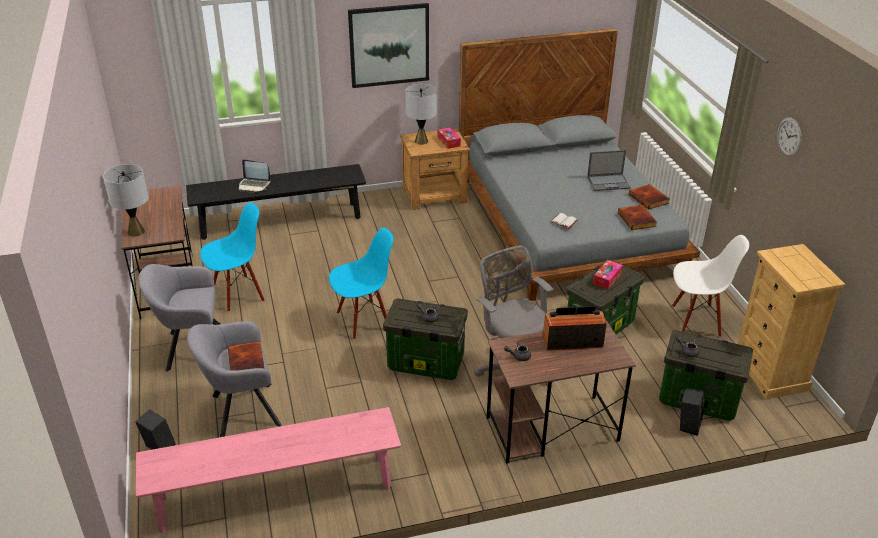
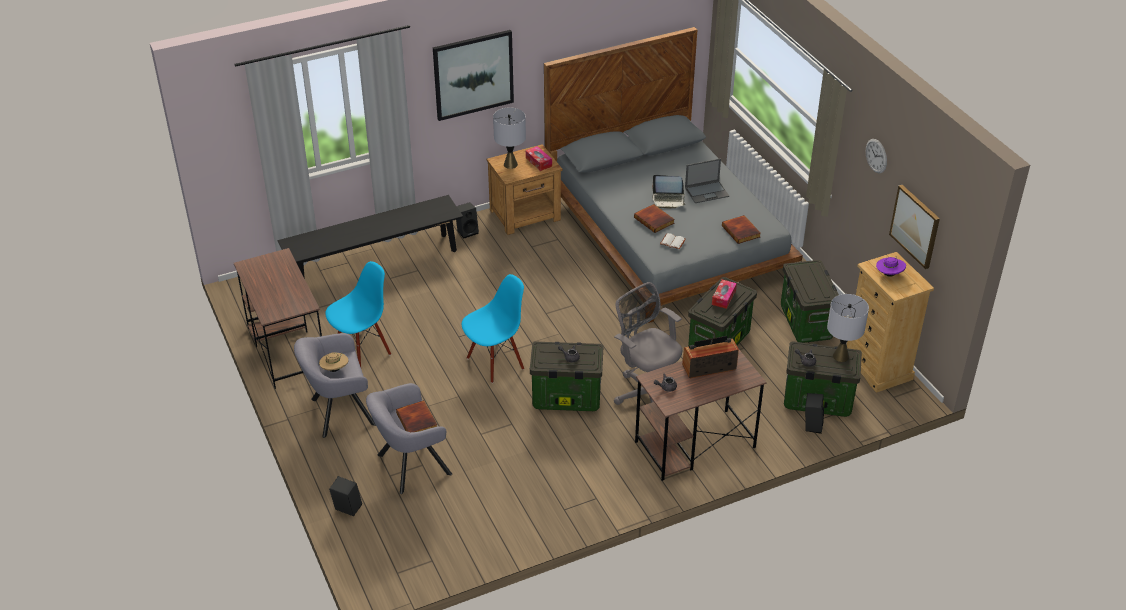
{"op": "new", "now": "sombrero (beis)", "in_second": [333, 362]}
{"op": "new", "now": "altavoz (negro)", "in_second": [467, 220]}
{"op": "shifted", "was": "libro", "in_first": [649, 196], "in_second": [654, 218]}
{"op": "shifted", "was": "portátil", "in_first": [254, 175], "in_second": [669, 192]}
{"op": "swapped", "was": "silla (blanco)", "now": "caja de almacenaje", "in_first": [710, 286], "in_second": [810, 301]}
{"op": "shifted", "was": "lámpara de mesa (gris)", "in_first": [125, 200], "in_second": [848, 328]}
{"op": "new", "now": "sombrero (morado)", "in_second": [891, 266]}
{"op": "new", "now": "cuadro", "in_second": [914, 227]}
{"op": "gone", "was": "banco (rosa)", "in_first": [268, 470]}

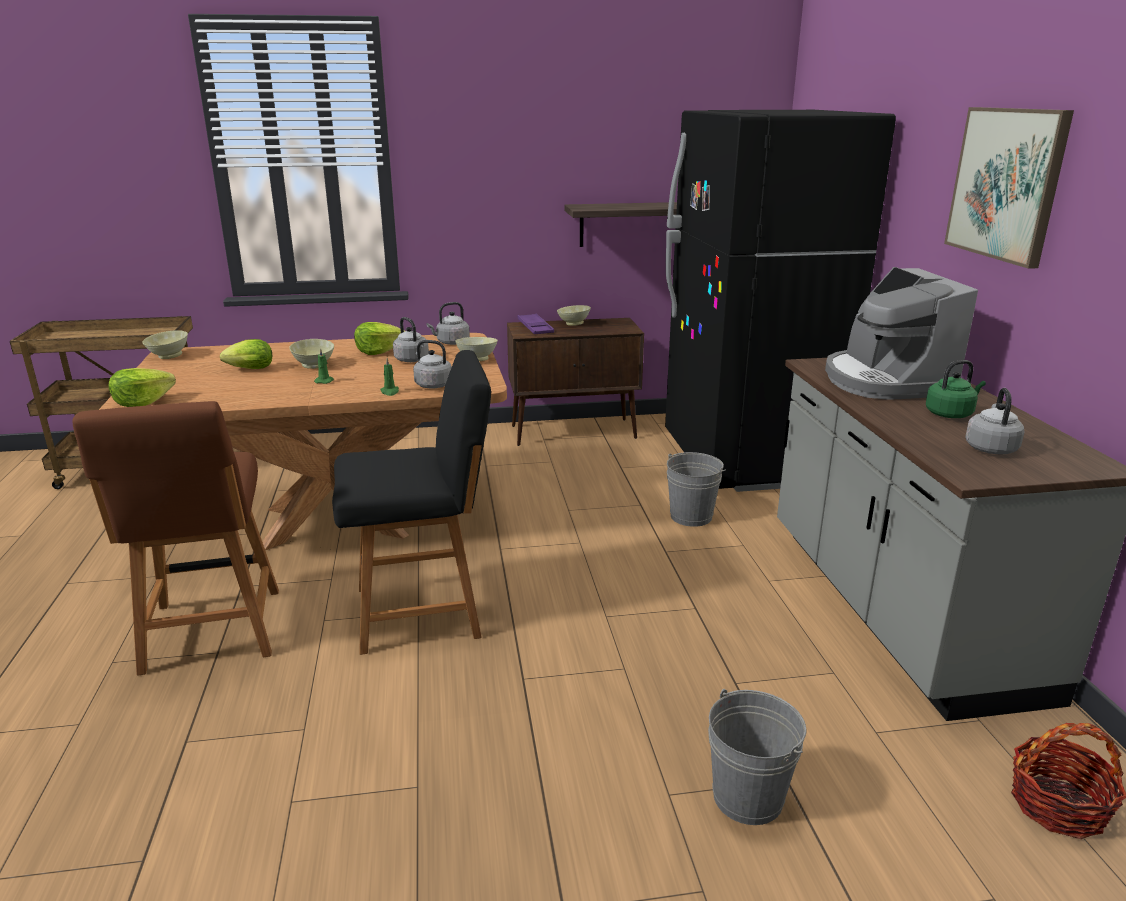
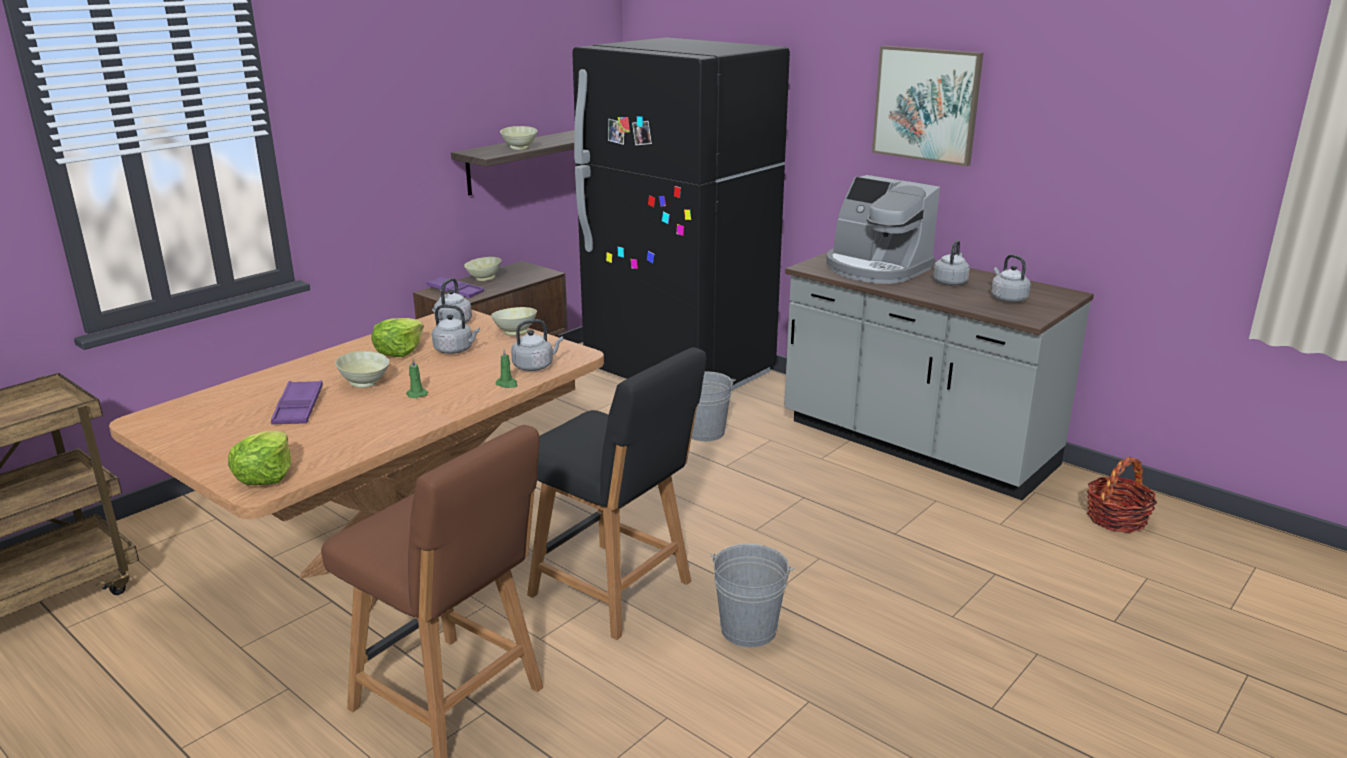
{"op": "swapped", "was": "lechuga", "now": "bandeja (morado)", "in_first": [246, 354], "in_second": [297, 402]}
{"op": "shifted", "was": "cuenco (beis)", "in_first": [165, 344], "in_second": [518, 138]}
{"op": "rotated", "was": "silla (negro)", "in_first": [411, 502], "in_second": [616, 493], "clockwise": 90}
{"op": "shifted", "was": "cubo (gris)", "in_first": [757, 757], "in_second": [753, 595]}
{"op": "repainted", "was": "hervidor (verde)", "now": "hervidor (gris)", "in_first": [956, 389], "in_second": [951, 263]}

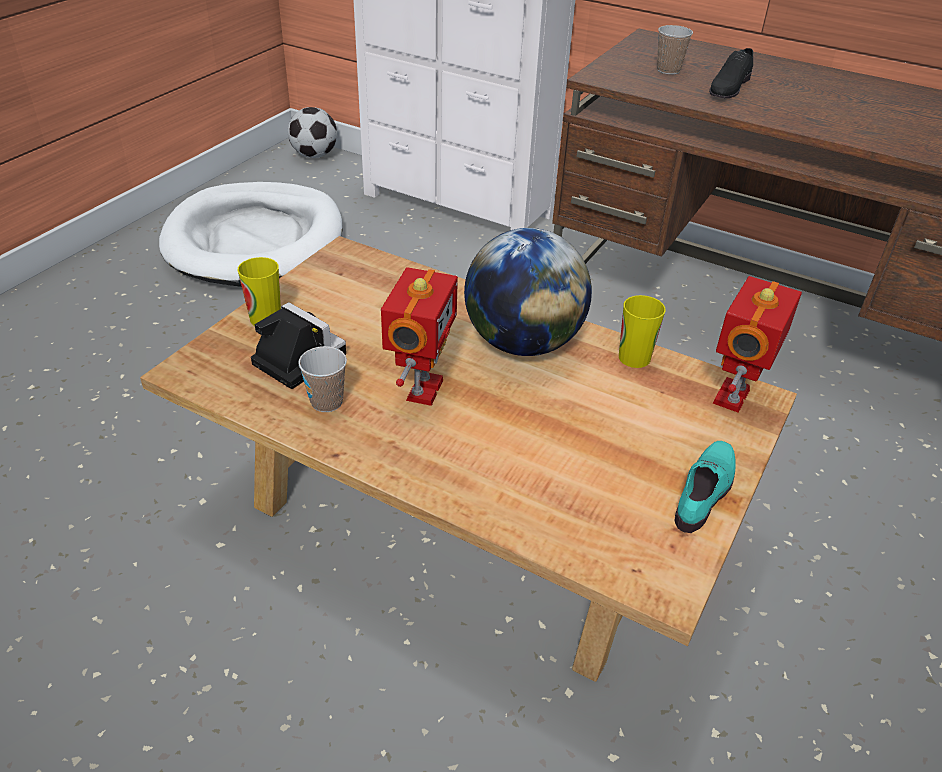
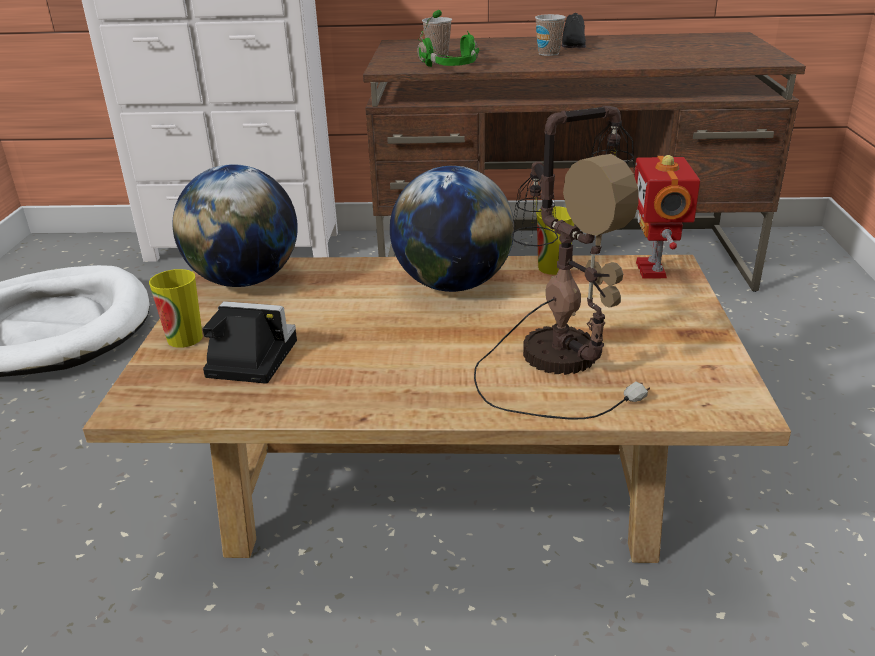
{"op": "new", "now": "globo terráqueo", "in_second": [235, 225]}
{"op": "new", "now": "auriculares (verde)", "in_second": [448, 38]}
{"op": "new", "now": "lámpara de mesa", "in_second": [562, 263]}
{"op": "shifted", "was": "taza", "in_first": [322, 379], "in_second": [550, 35]}
{"op": "shifted", "was": "zapato (negro)", "in_first": [731, 73], "in_second": [574, 30]}
{"op": "gone", "was": "balón de fútbol", "in_first": [312, 132]}
{"op": "gone", "was": "robot de juguete", "in_first": [419, 336]}
{"op": "gone", "was": "zapato (turquesa)", "in_first": [705, 487]}

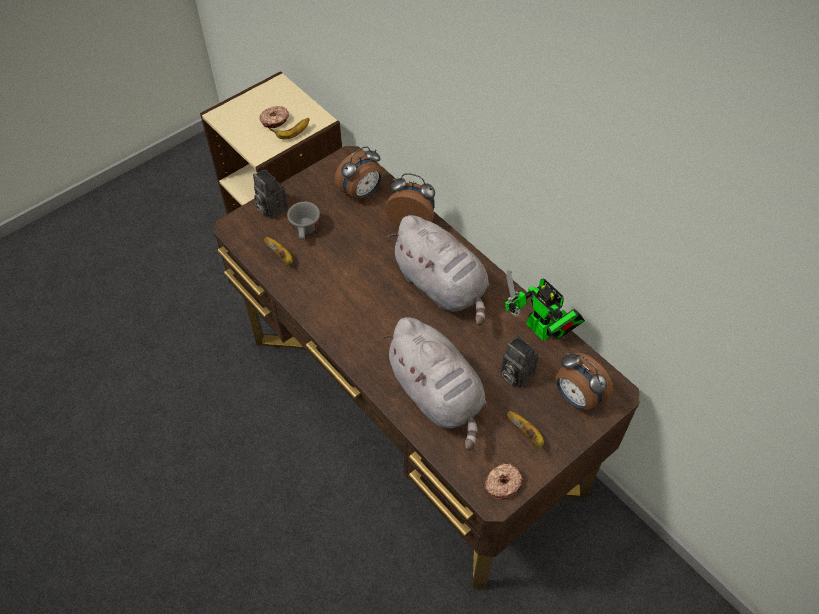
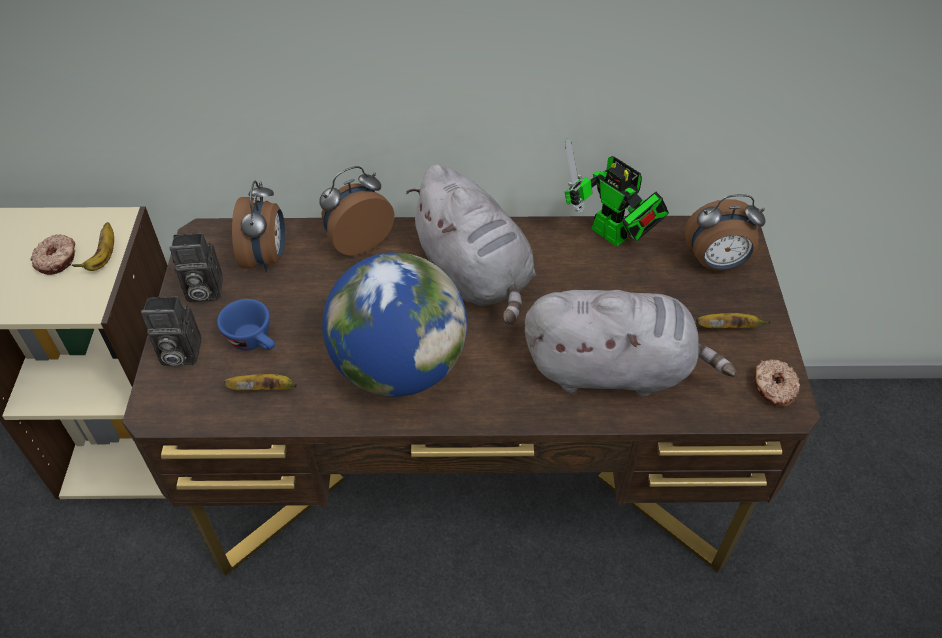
{"op": "shifted", "was": "cámara", "in_first": [519, 362], "in_second": [196, 267]}
{"op": "repainted", "was": "taza (gris)", "now": "taza (azul)", "in_first": [303, 221], "in_second": [246, 324]}
{"op": "new", "now": "globo terráqueo", "in_second": [394, 324]}
{"op": "rotated", "was": "peluche (gris)", "in_first": [438, 270], "in_second": [471, 244], "clockwise": 60}
{"op": "rotated", "was": "robot de juguete", "in_first": [545, 305], "in_second": [617, 192], "clockwise": 45}

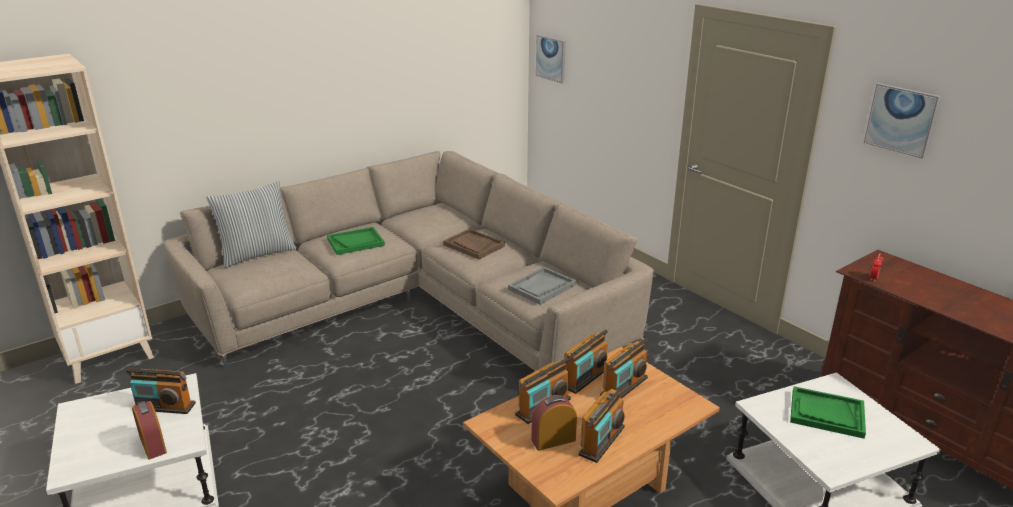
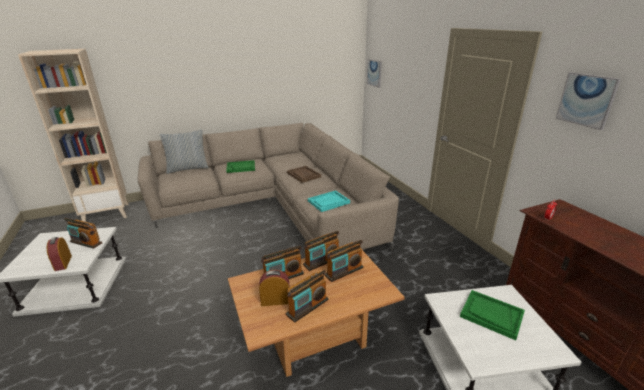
{"op": "repainted", "was": "bandeja (gris)", "now": "bandeja (turquesa)", "in_first": [542, 286], "in_second": [329, 201]}

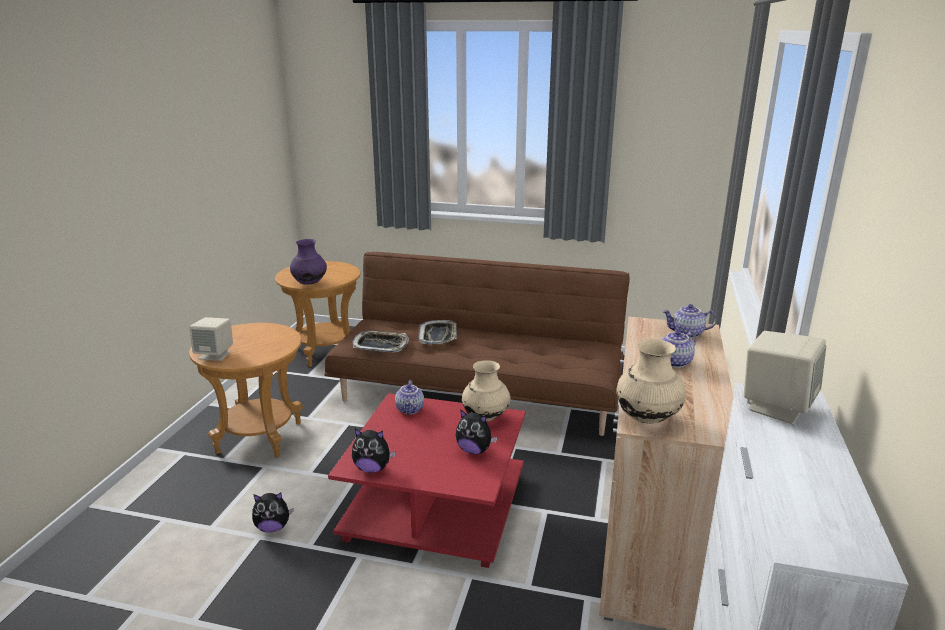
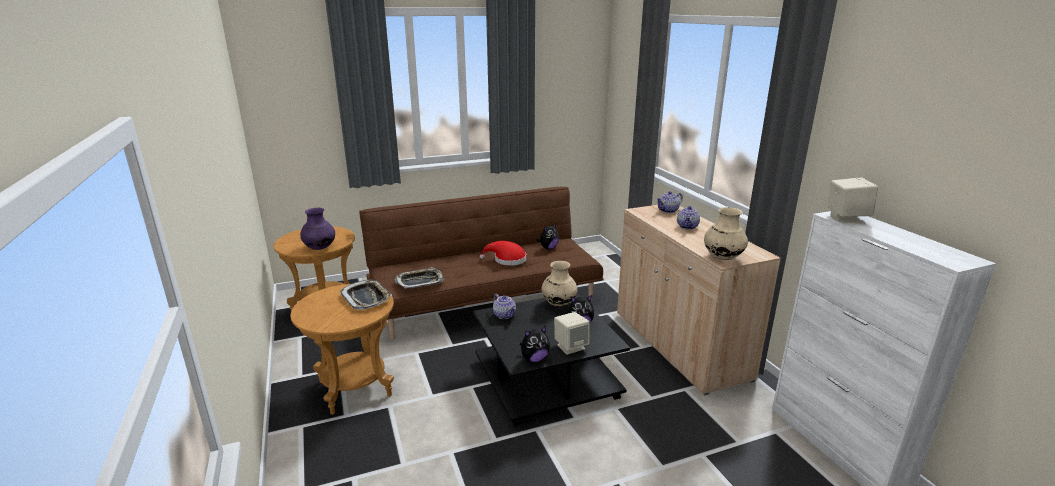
{"op": "shifted", "was": "bandeja", "in_first": [437, 332], "in_second": [366, 294]}
{"op": "repainted", "was": "mesa de centro (rojo)", "now": "mesa de centro (negro)", "in_first": [427, 480], "in_second": [551, 360]}
{"op": "new", "now": "sombrero (rojo)", "in_second": [503, 253]}
{"op": "shifted", "was": "peluche", "in_first": [272, 513], "in_second": [548, 236]}
{"op": "shifted", "was": "altavoz (beis)", "in_first": [211, 339], "in_second": [572, 333]}

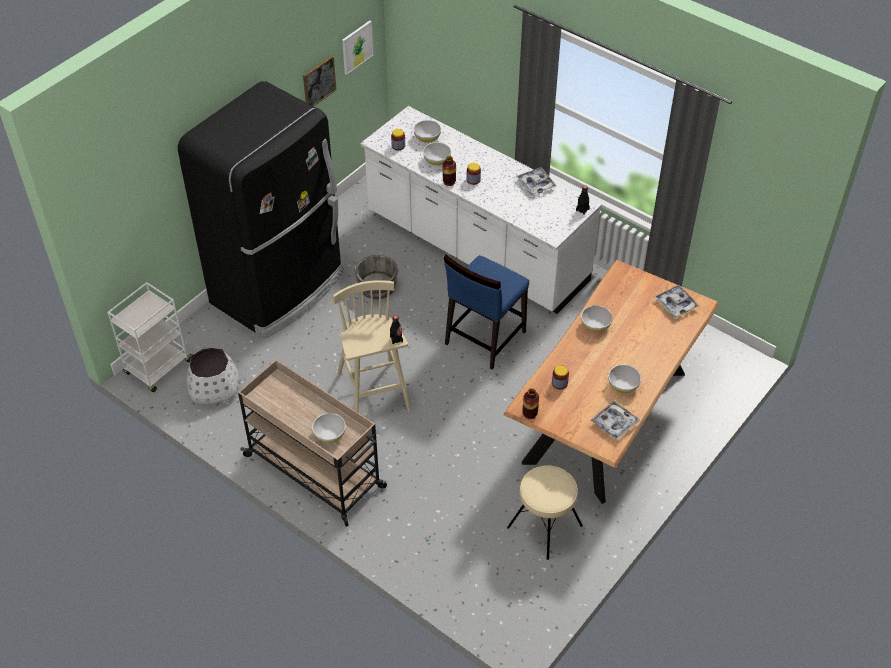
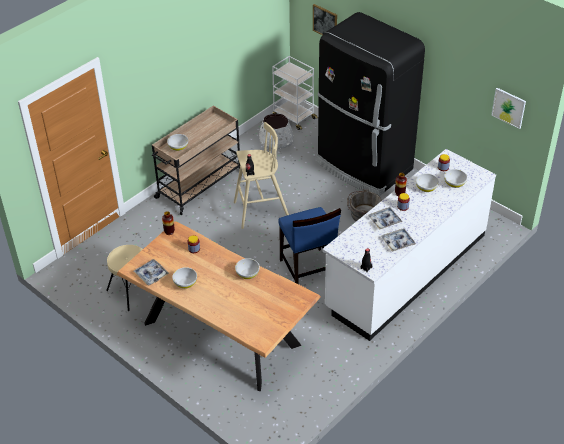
{"op": "rotated", "was": "silla (azul)", "in_first": [486, 312], "in_second": [309, 245], "clockwise": -150}
{"op": "shifted", "was": "cuadro", "in_first": [319, 80], "in_second": [325, 19]}
{"op": "shifted", "was": "bandeja", "in_first": [677, 301], "in_second": [385, 218]}

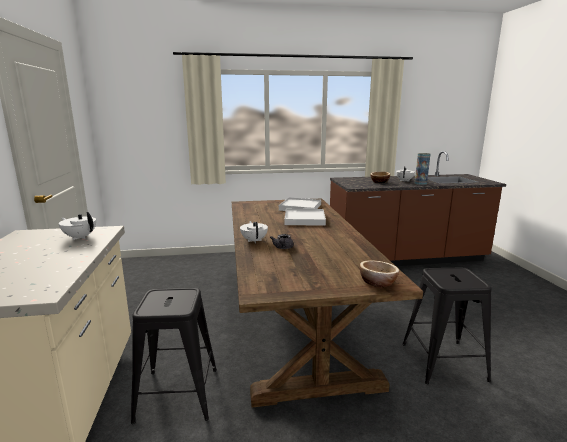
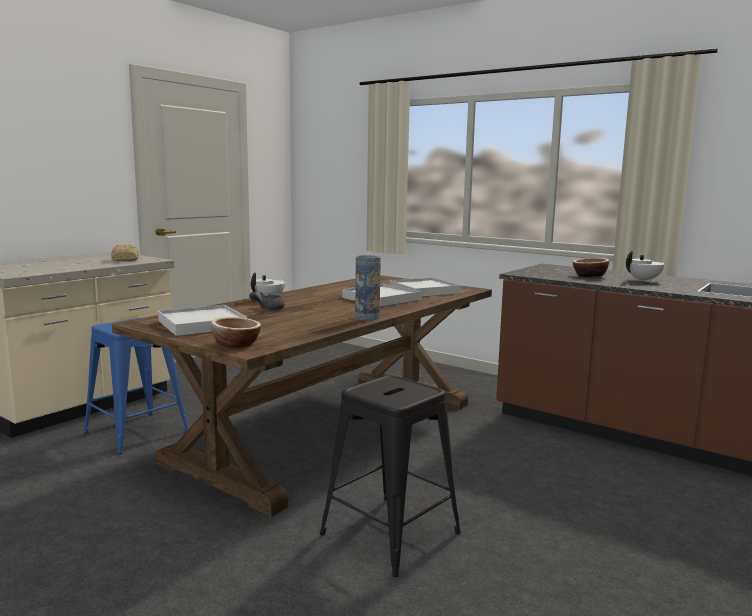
{"op": "repainted", "was": "taburete (negro)", "now": "taburete (azul)", "in_first": [174, 356], "in_second": [136, 386]}
{"op": "swapped", "was": "tetera (blanco)", "now": "pan", "in_first": [77, 226], "in_second": [125, 252]}
{"op": "new", "now": "bandeja (blanco)", "in_second": [202, 320]}
{"op": "shifted", "was": "florero", "in_first": [422, 169], "in_second": [368, 287]}

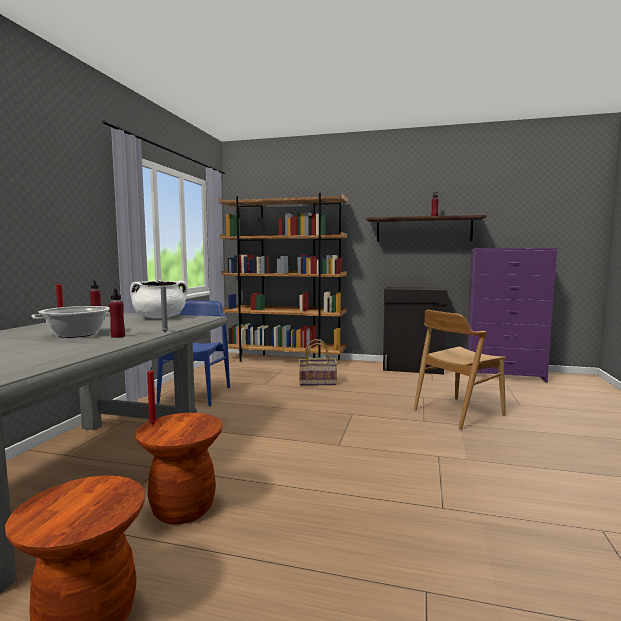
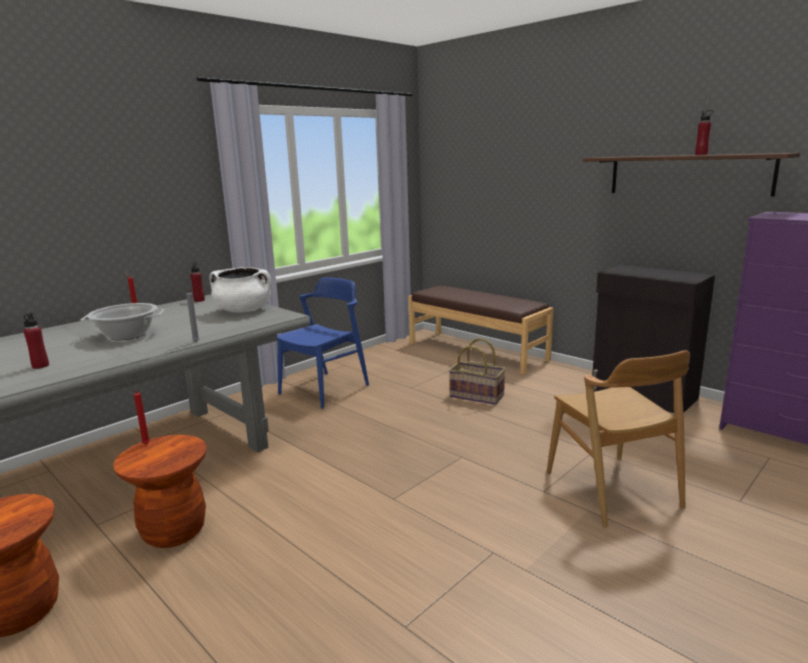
{"op": "shifted", "was": "botella (rojo)", "in_first": [117, 313], "in_second": [36, 340]}
{"op": "swapped", "was": "estantería (marrón)", "now": "banco (marrón)", "in_first": [283, 277], "in_second": [480, 330]}
{"op": "rotated", "was": "silla (marrón)", "in_first": [460, 370], "in_second": [618, 439], "clockwise": -105}

